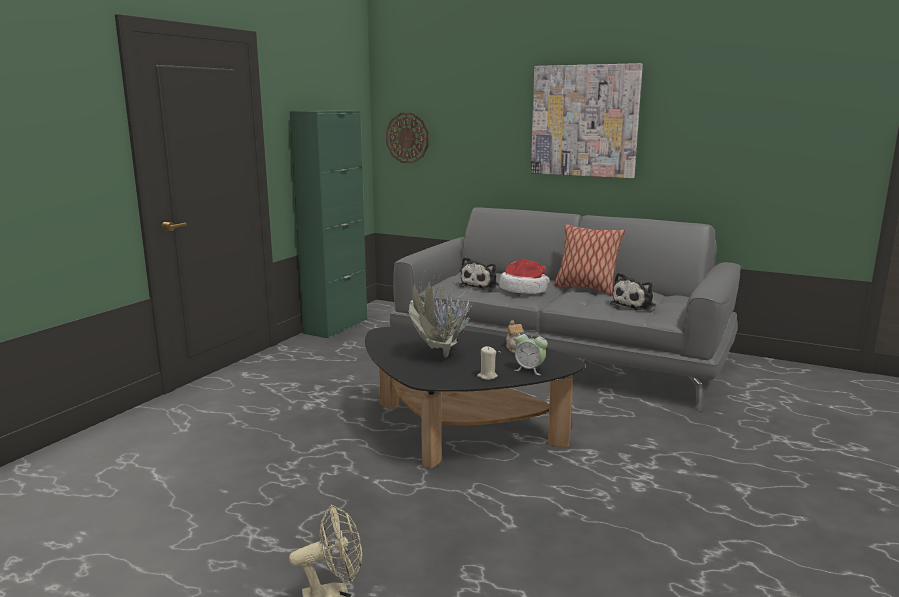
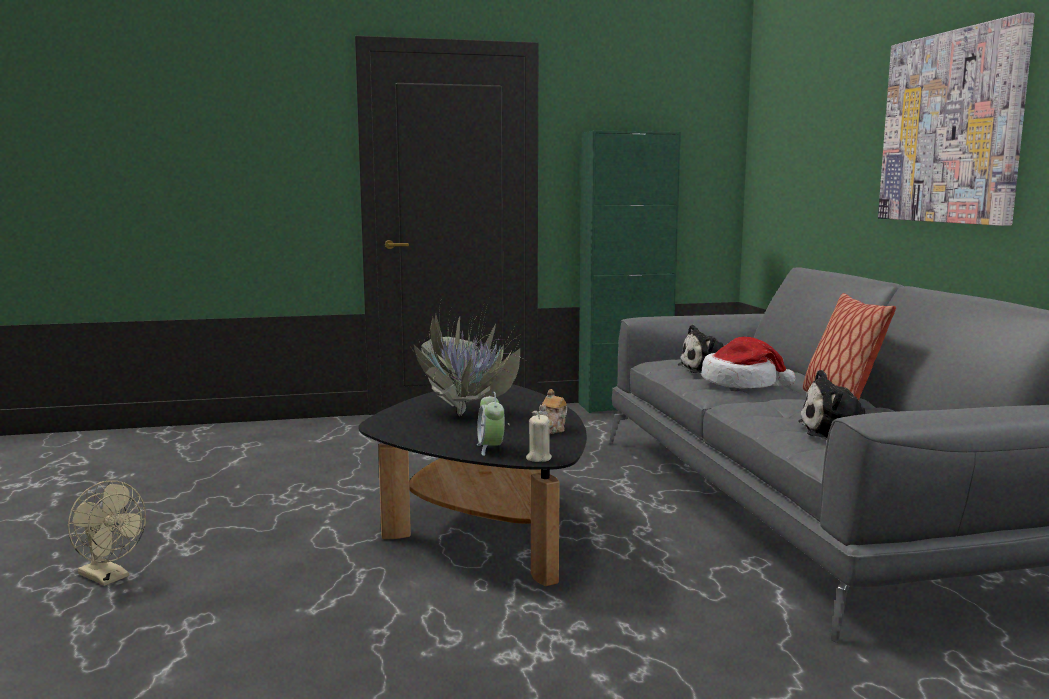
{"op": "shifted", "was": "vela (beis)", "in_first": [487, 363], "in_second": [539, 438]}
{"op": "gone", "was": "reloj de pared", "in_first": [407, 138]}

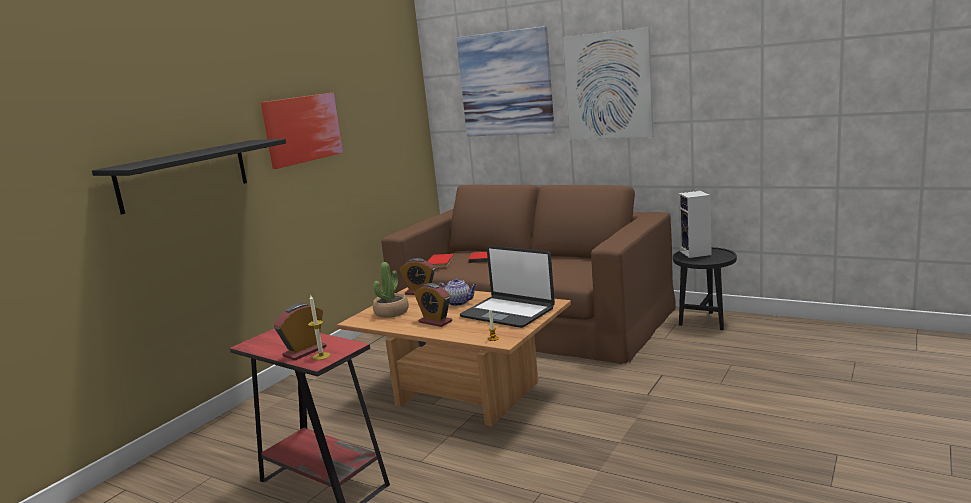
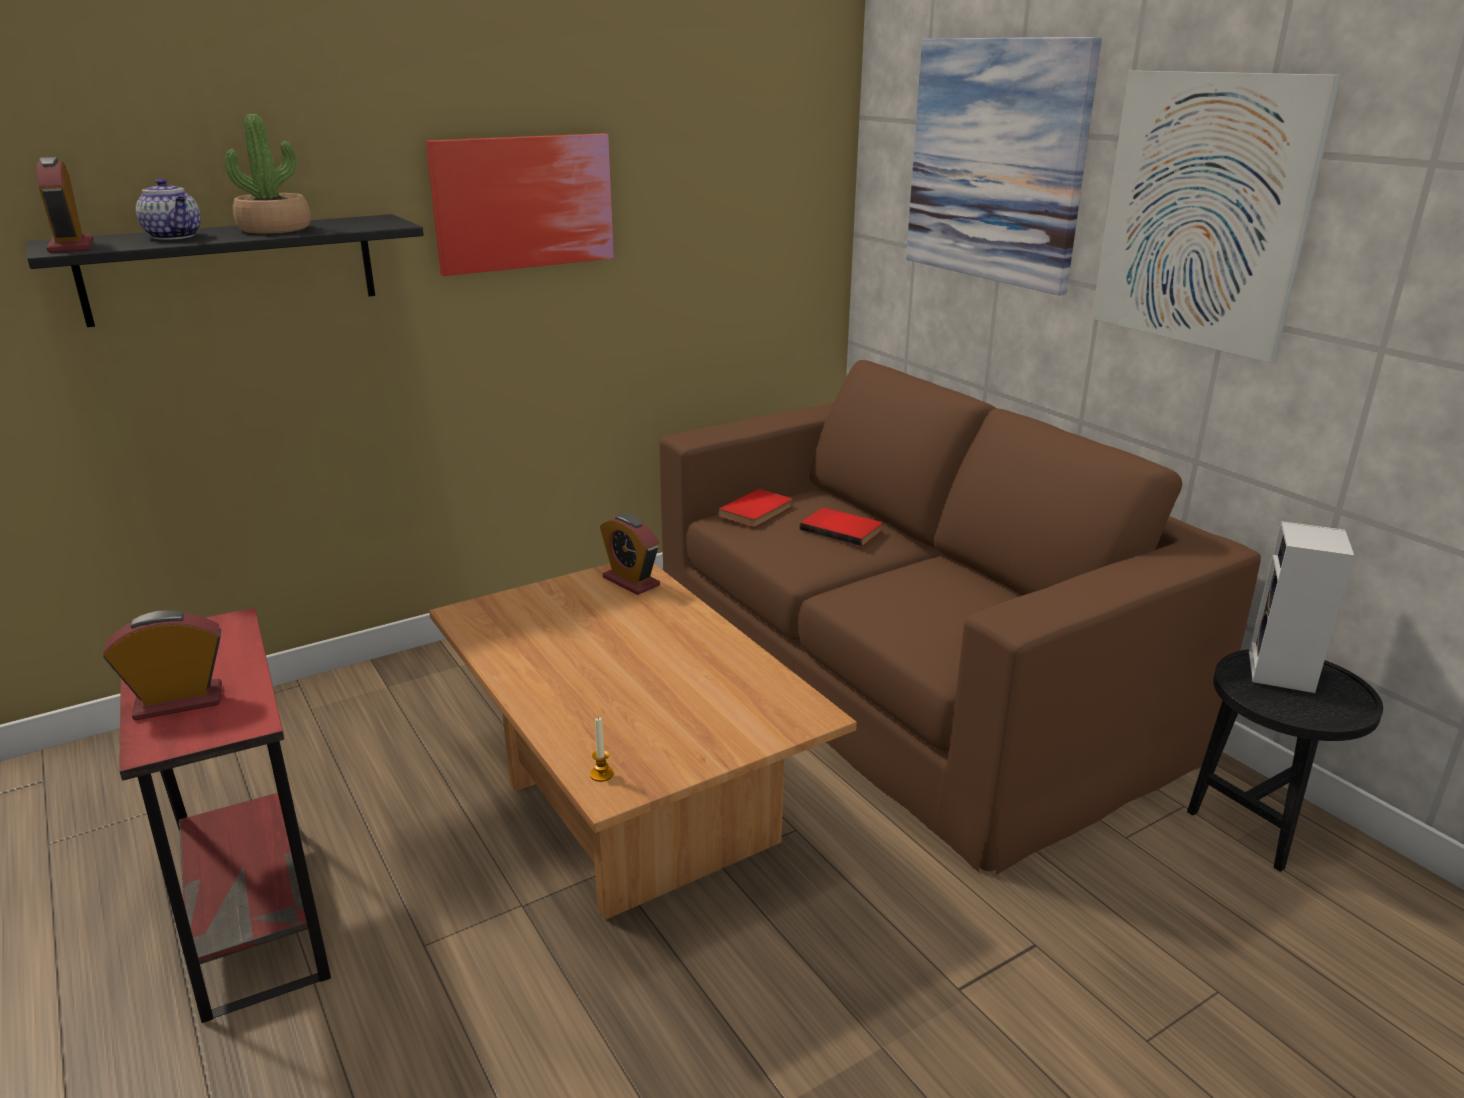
{"op": "shifted", "was": "despertador", "in_first": [433, 305], "in_second": [64, 205]}
{"op": "shifted", "was": "tetera", "in_first": [457, 292], "in_second": [168, 209]}
{"op": "shifted", "was": "planta en maceta", "in_first": [391, 290], "in_second": [268, 174]}
{"op": "gone", "was": "vela", "in_first": [319, 327]}
{"op": "gone", "was": "portátil", "in_first": [507, 286]}

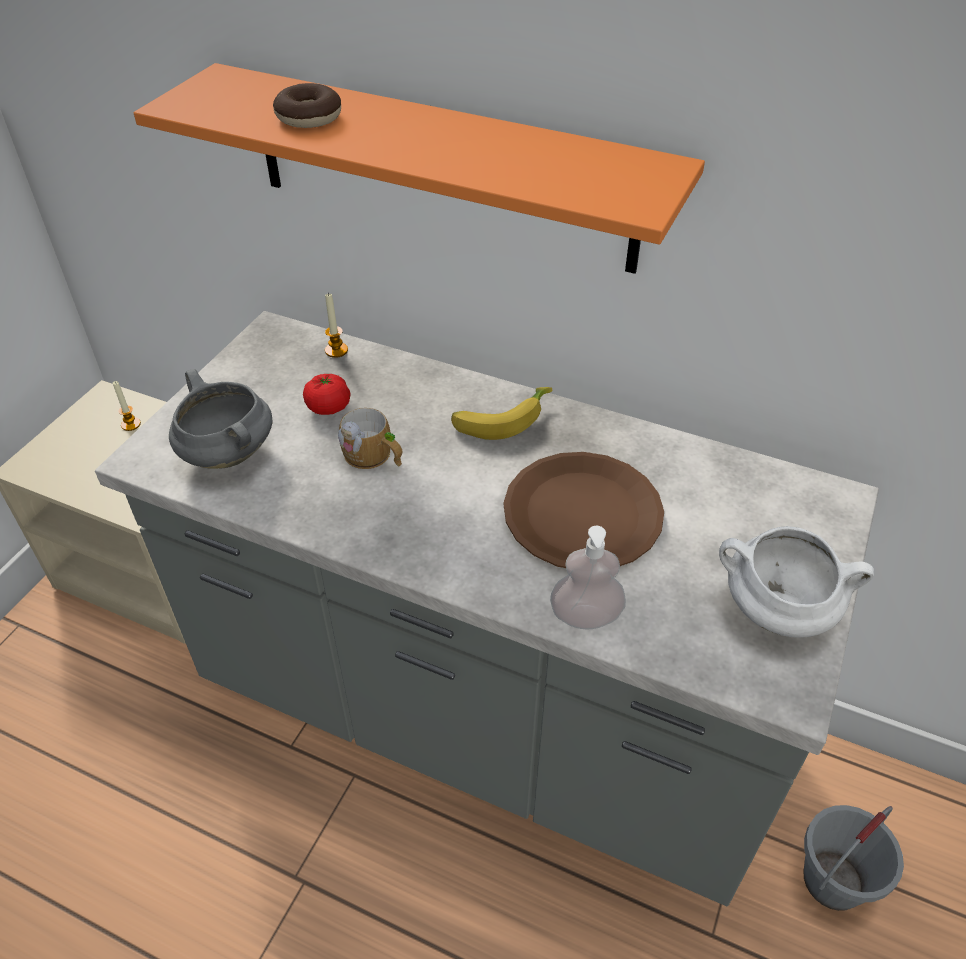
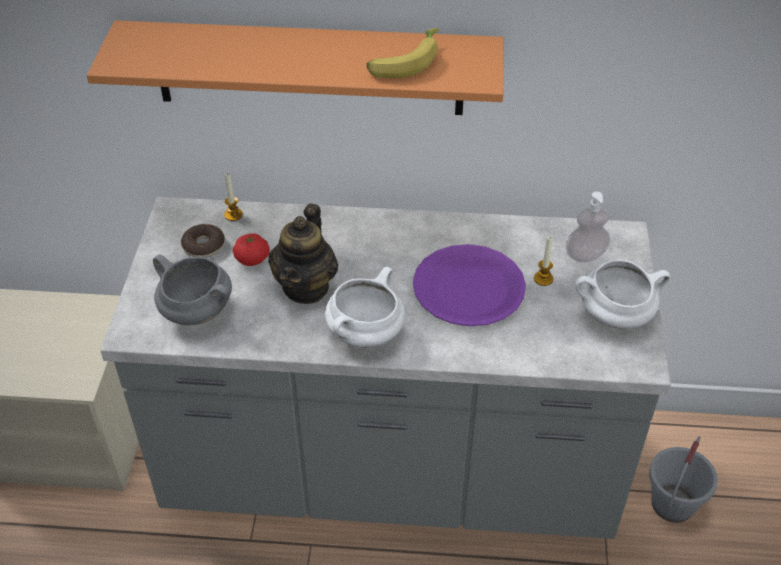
{"op": "shifted", "was": "rosquilla", "in_first": [307, 105], "in_second": [203, 241]}
{"op": "swapped", "was": "taza grande", "now": "tetera", "in_first": [370, 438], "in_second": [303, 254]}
{"op": "new", "now": "olla (blanco)", "in_second": [365, 307]}
{"op": "shifted", "was": "plátano", "in_first": [501, 413], "in_second": [402, 53]}
{"op": "repainted", "was": "plato (marrón)", "now": "plato (morado)", "in_first": [583, 510], "in_second": [469, 285]}
{"op": "shifted", "was": "vela", "in_first": [127, 406], "in_second": [543, 261]}
{"op": "shifted", "was": "dispensador de jabón", "in_first": [588, 577], "in_second": [588, 227]}

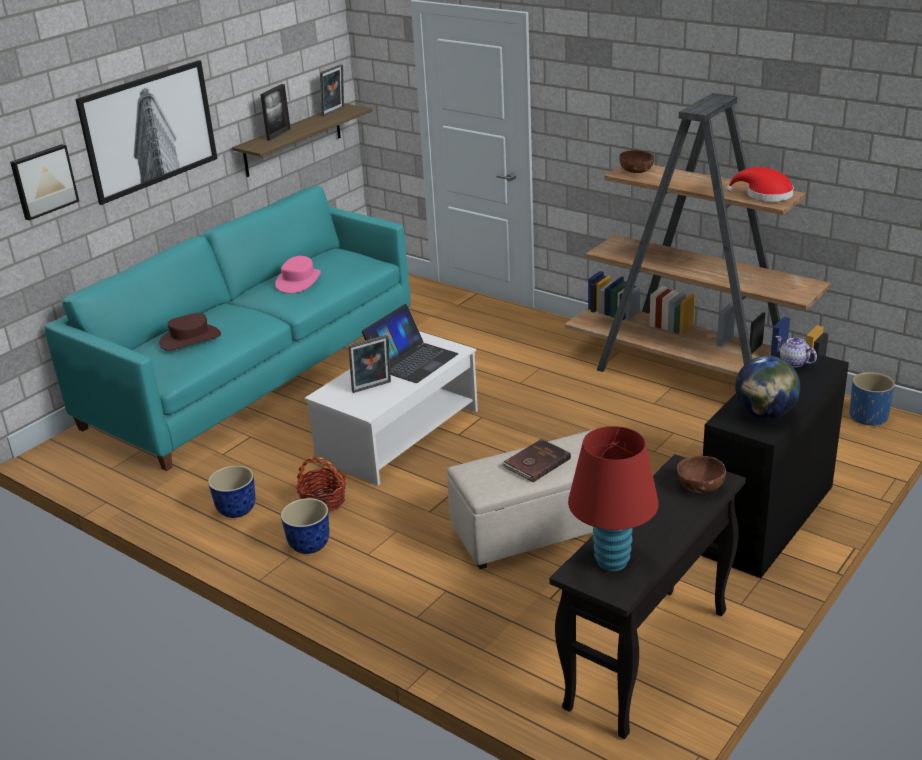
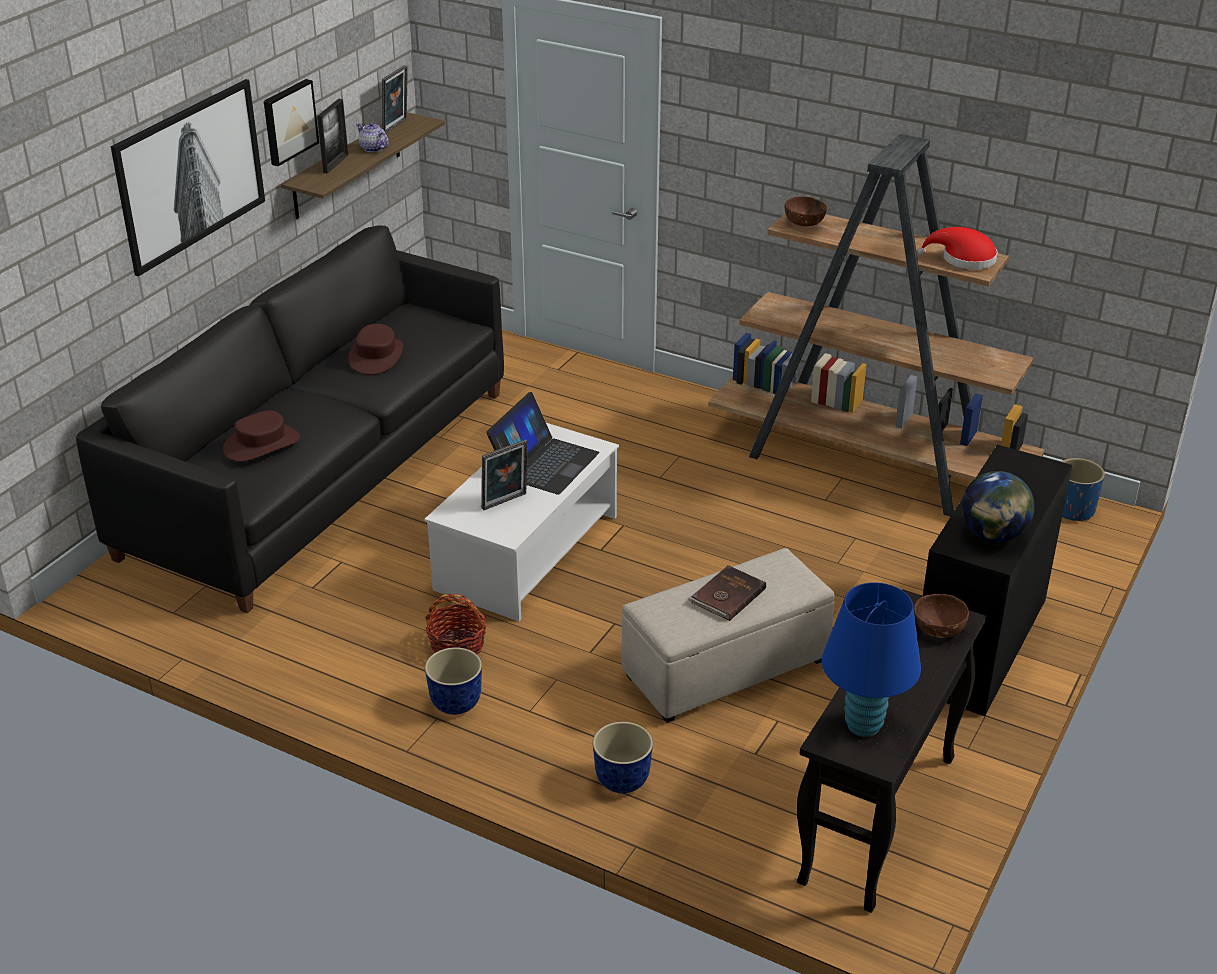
{"op": "repainted", "was": "sofá (turquesa)", "now": "sofá (negro)", "in_first": [227, 328], "in_second": [290, 419]}
{"op": "shifted", "was": "cuadro", "in_first": [44, 182], "in_second": [291, 122]}
{"op": "repainted", "was": "sombrero (rosa)", "now": "sombrero (marrón)", "in_first": [298, 274], "in_second": [375, 349]}
{"op": "shifted", "was": "tetera", "in_first": [796, 351], "in_second": [372, 137]}
{"op": "shifted", "was": "maceta", "in_first": [232, 491], "in_second": [623, 757]}
{"op": "repainted", "was": "lámpara de mesa (rojo)", "now": "lámpara de mesa (azul)", "in_first": [613, 499], "in_second": [871, 659]}

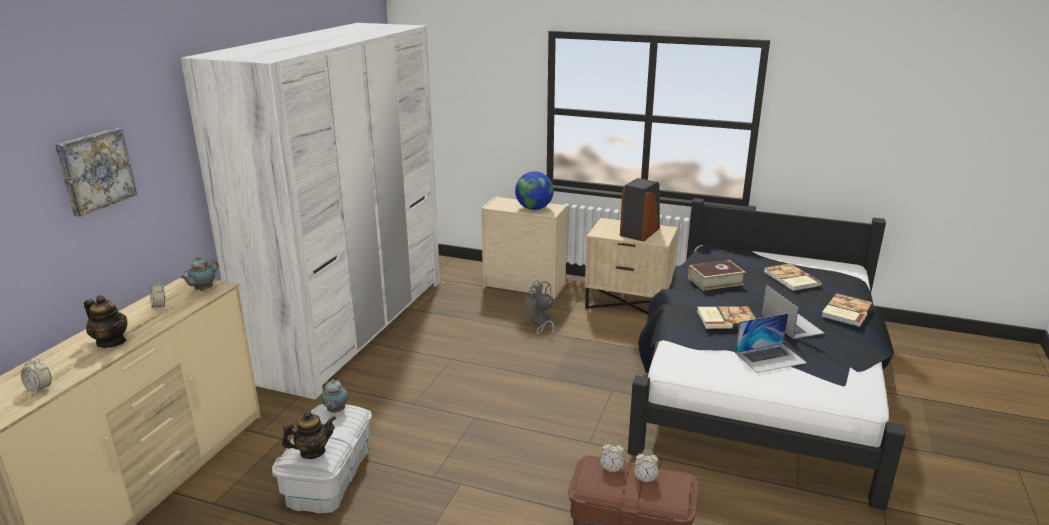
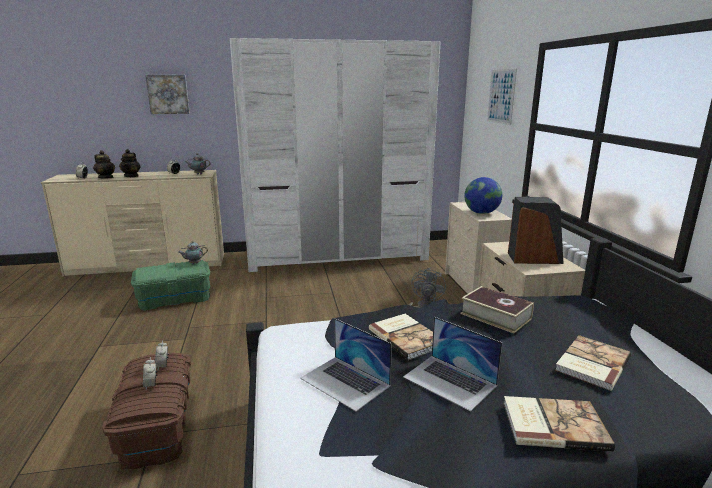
{"op": "shifted", "was": "tetera", "in_first": [309, 435], "in_second": [104, 164]}
{"op": "repainted", "was": "caja de almacenaje (blanco)", "now": "caja de almacenaje (verde)", "in_first": [322, 459], "in_second": [170, 285]}
{"op": "rotated", "was": "portátil", "in_first": [793, 312], "in_second": [452, 364], "clockwise": 90}
{"op": "new", "now": "cuadro", "in_second": [502, 97]}

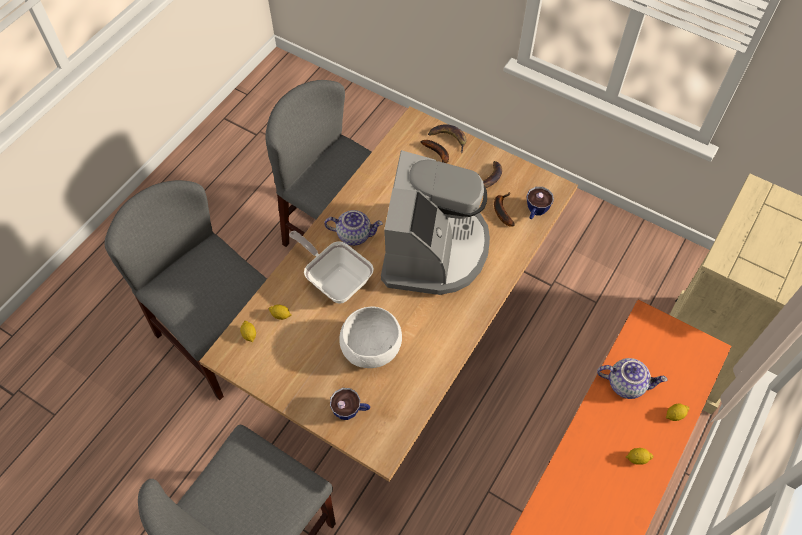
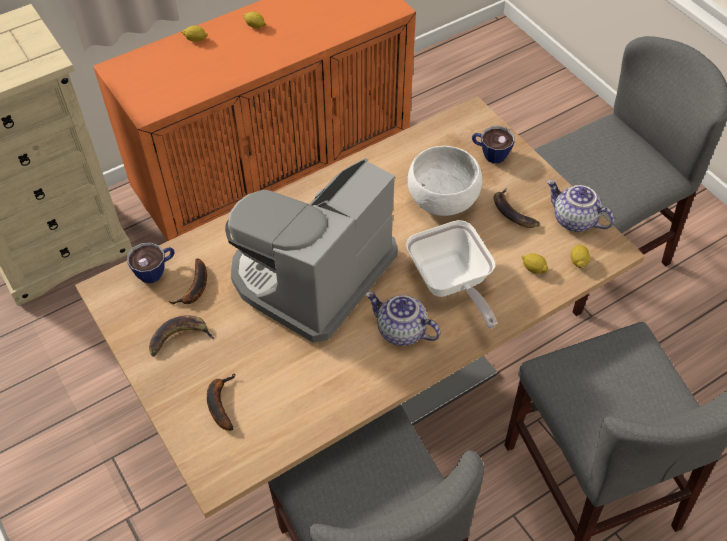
{"op": "shifted", "was": "plátano", "in_first": [447, 138], "in_second": [517, 208]}
{"op": "shifted", "was": "tetera", "in_first": [632, 378], "in_second": [580, 206]}

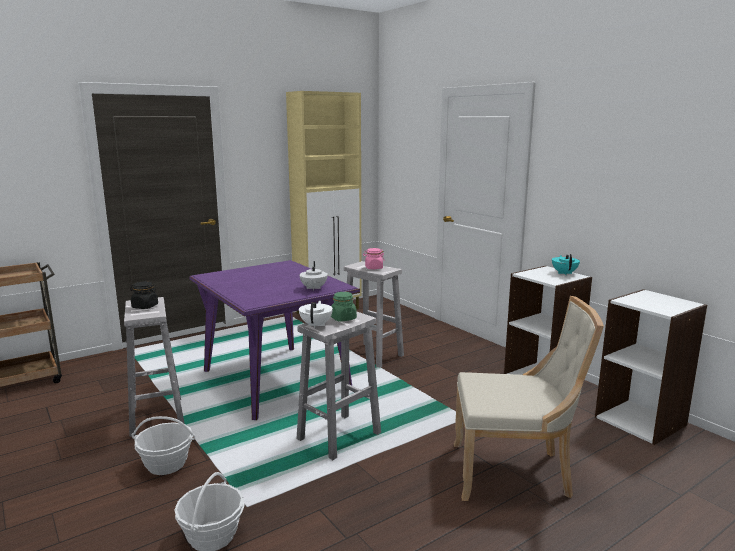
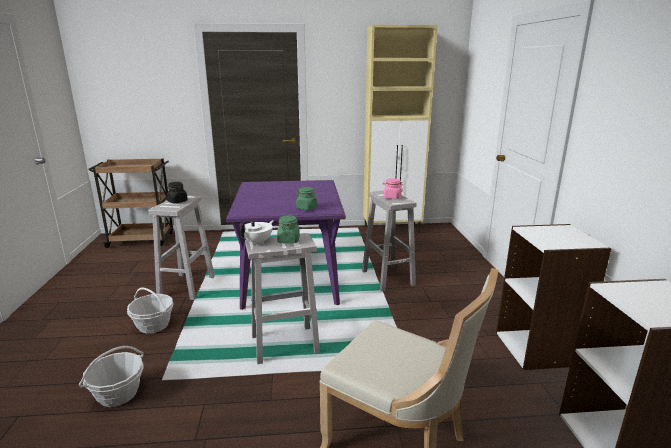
{"op": "swapped", "was": "tetera (blanco)", "now": "tarro (verde)", "in_first": [313, 276], "in_second": [306, 198]}
{"op": "gone", "was": "tetera (turquesa)", "in_first": [566, 264]}

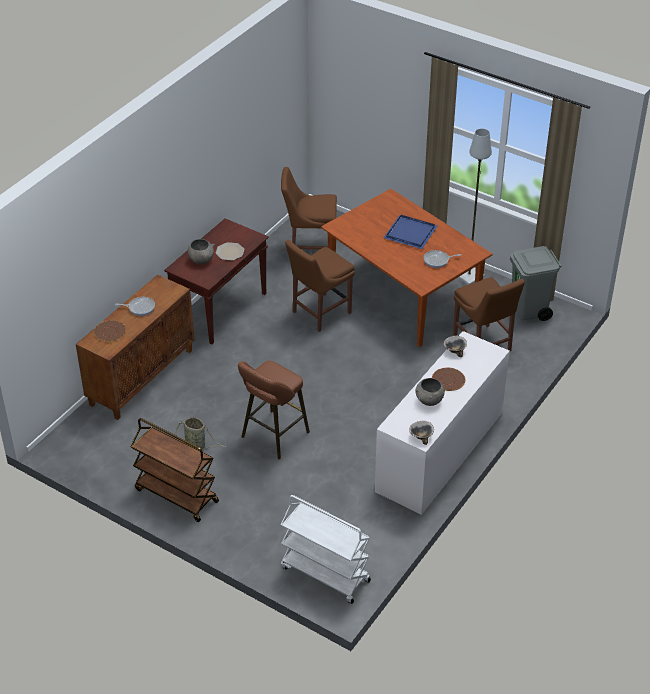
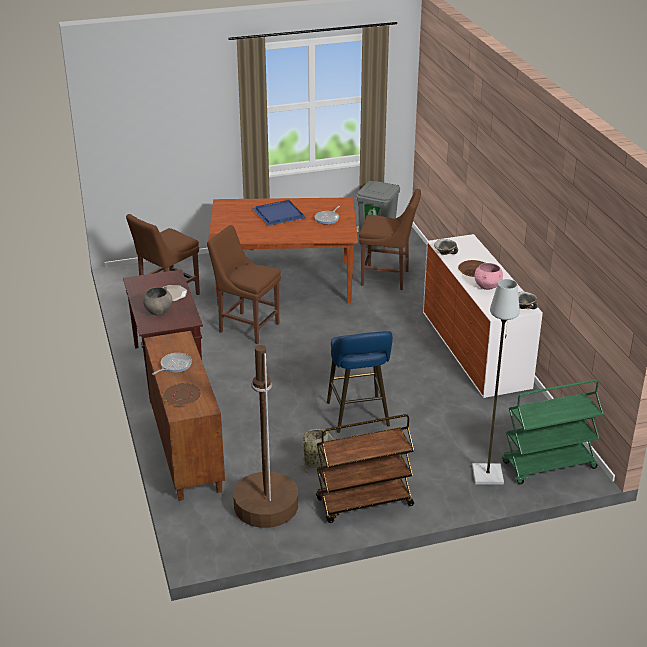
{"op": "rotated", "was": "silla (marrón)", "in_first": [320, 286], "in_second": [244, 284], "clockwise": 120}
{"op": "new", "now": "lámpara de pie (marrón)", "in_second": [265, 436]}
{"op": "repainted", "was": "taburete (marrón)", "now": "taburete (azul)", "in_first": [274, 410], "in_second": [360, 382]}
{"op": "shifted", "was": "lámpara de pie (gris)", "in_first": [475, 207], "in_second": [496, 382]}
{"op": "repainted", "was": "cuenco (gris)", "now": "cuenco (rosa)", "in_first": [430, 392], "in_second": [488, 276]}
{"op": "repainted", "was": "carrito (blanco)", "now": "carrito (verde)", "in_first": [326, 549], "in_second": [552, 431]}

